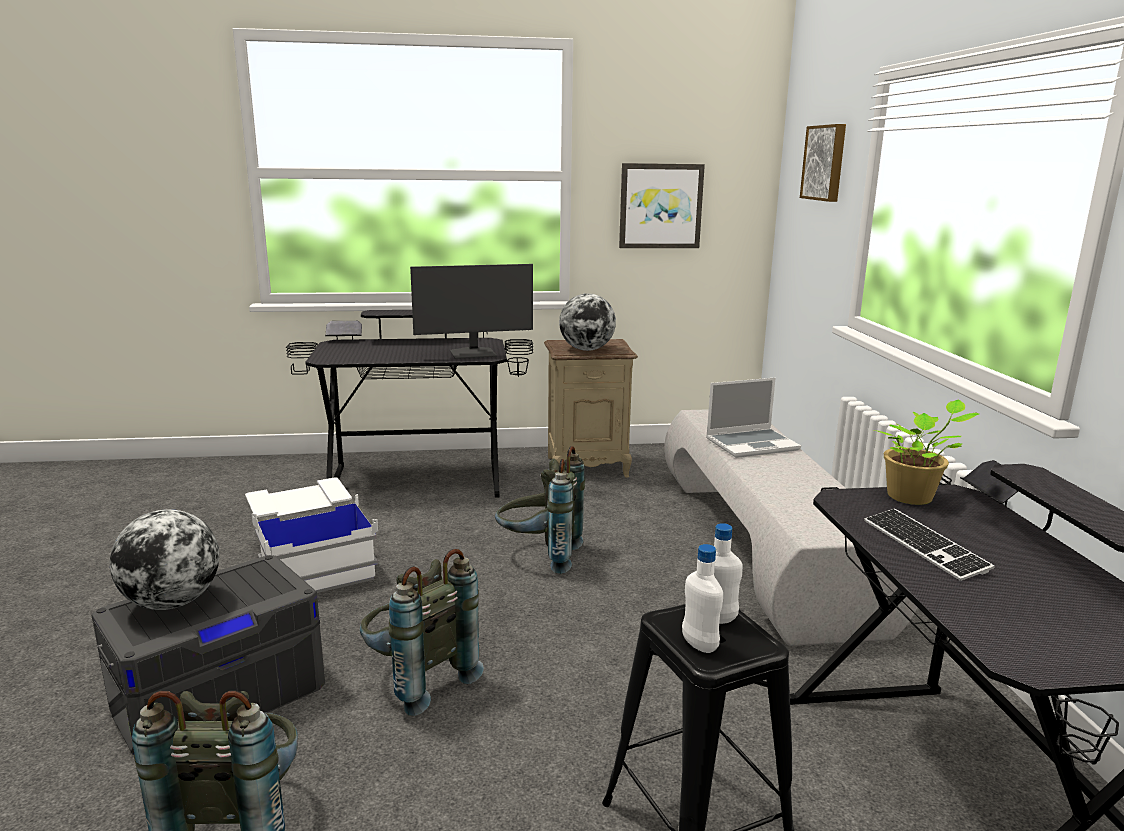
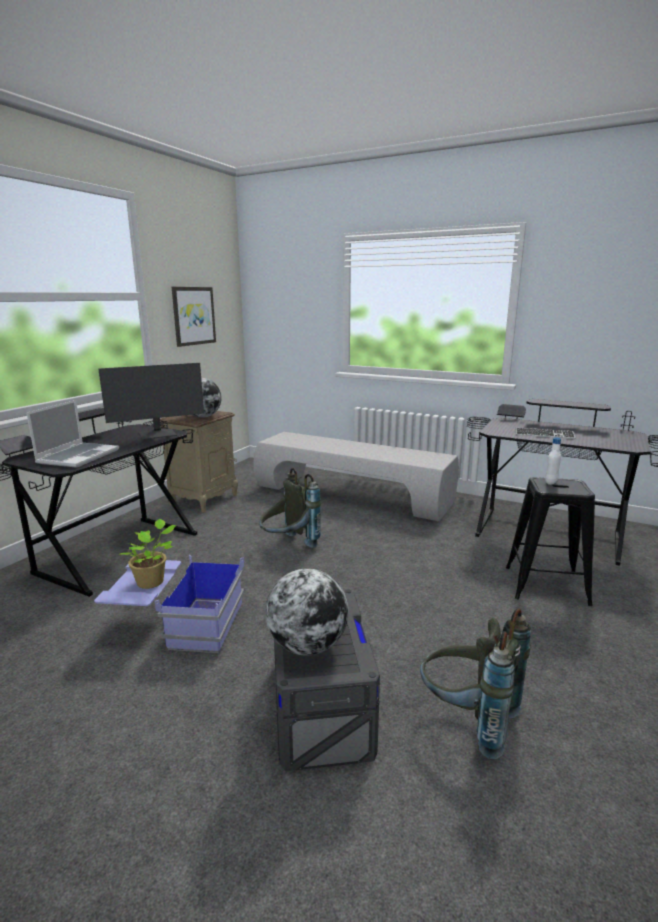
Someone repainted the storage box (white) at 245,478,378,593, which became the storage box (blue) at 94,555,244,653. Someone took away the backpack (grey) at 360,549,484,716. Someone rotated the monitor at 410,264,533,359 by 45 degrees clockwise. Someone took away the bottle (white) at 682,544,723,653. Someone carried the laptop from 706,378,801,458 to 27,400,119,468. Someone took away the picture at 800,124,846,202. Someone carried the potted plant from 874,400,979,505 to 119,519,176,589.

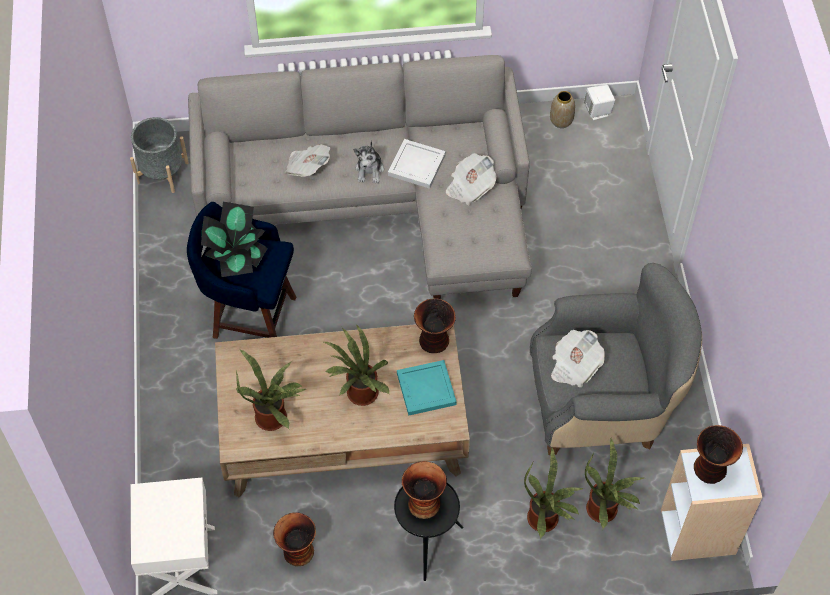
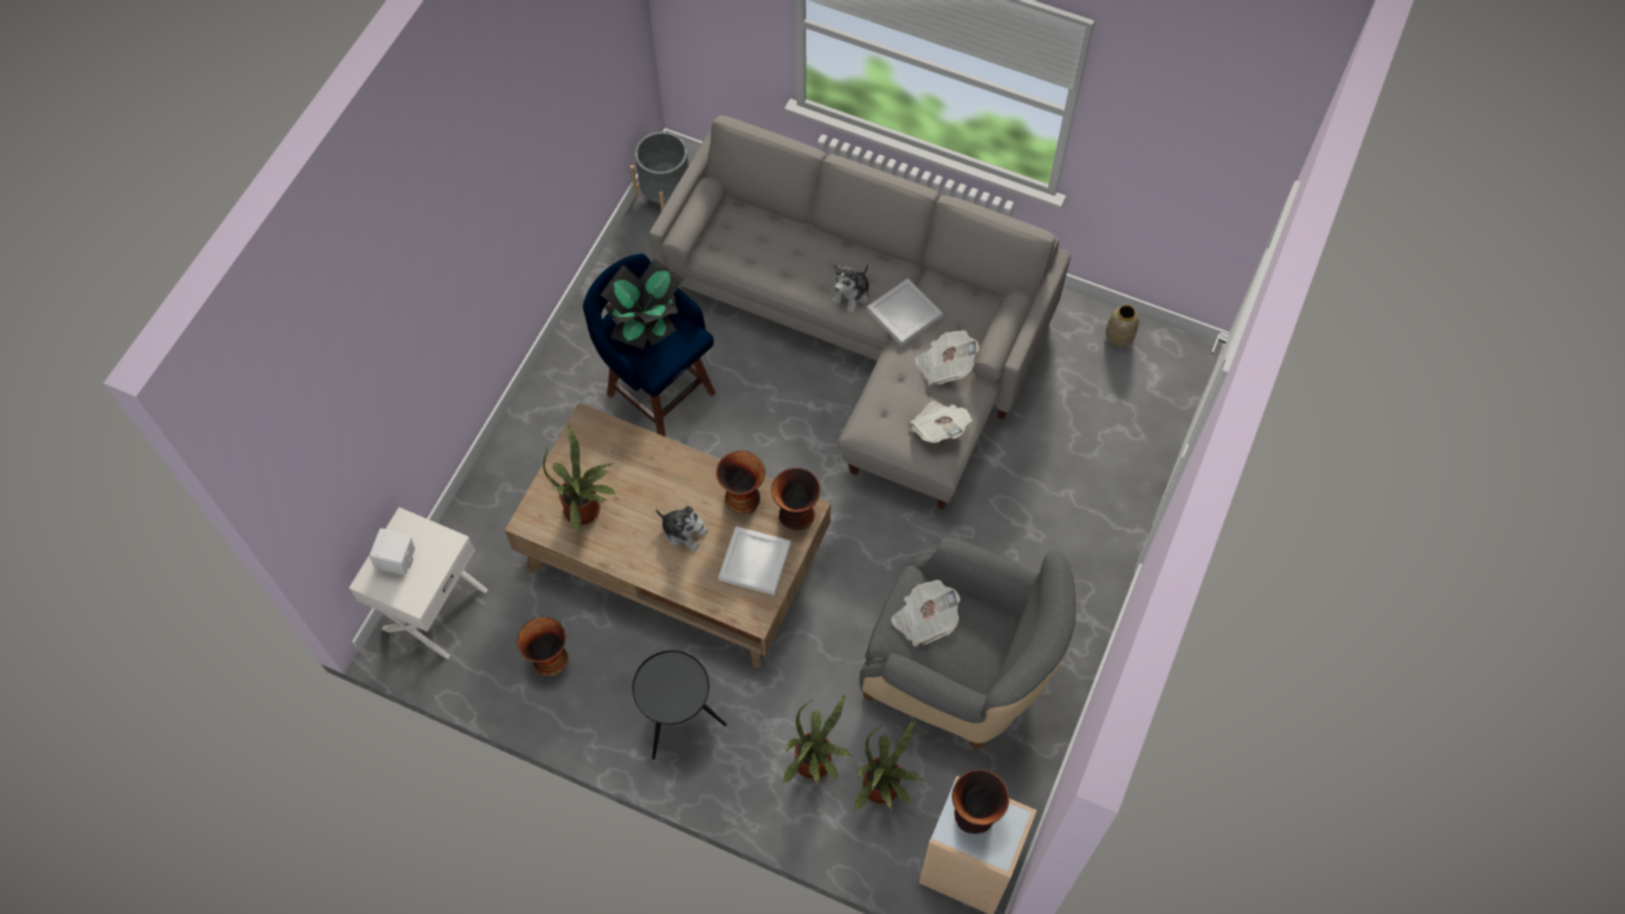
Someone carried the newspaper from 285,144,330,177 to 910,401,972,443. Someone swapped the potted plant at 322,324,390,406 for the plush toy at 656,506,708,551. Someone repainted the tray (turquoise) at 397,360,457,416, which became the tray (white) at 718,526,791,595. Someone carried the vase from 402,461,447,519 to 716,451,765,515. Someone carried the speaker (white) from 584,85,615,120 to 369,528,415,575.

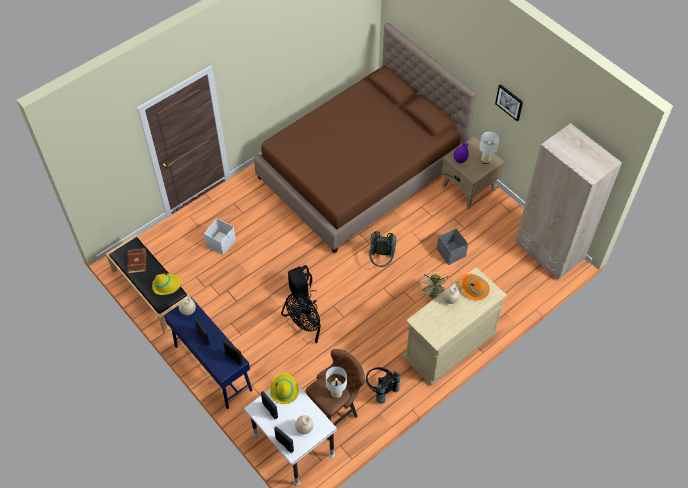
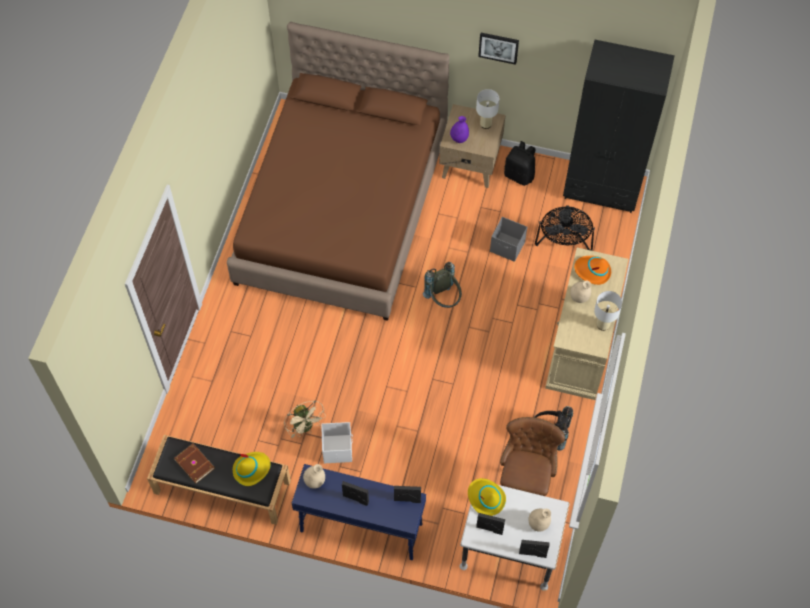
Someone carried the storage box (white) from 204,218,236,255 to 321,422,353,463. Someone carried the fan (black) from 281,293,321,343 to 535,205,595,251. Someone carried the backpack (black) from 288,265,317,300 to 504,141,536,186. Someone carried the table lamp (white) from 326,366,347,399 to 594,291,622,331. Someone carried the fan (beige) from 418,272,452,299 to 284,400,326,438. Someone repainted the wardrobe (beige) at 515,123,622,280, which became the wardrobe (black) at 563,40,675,213.

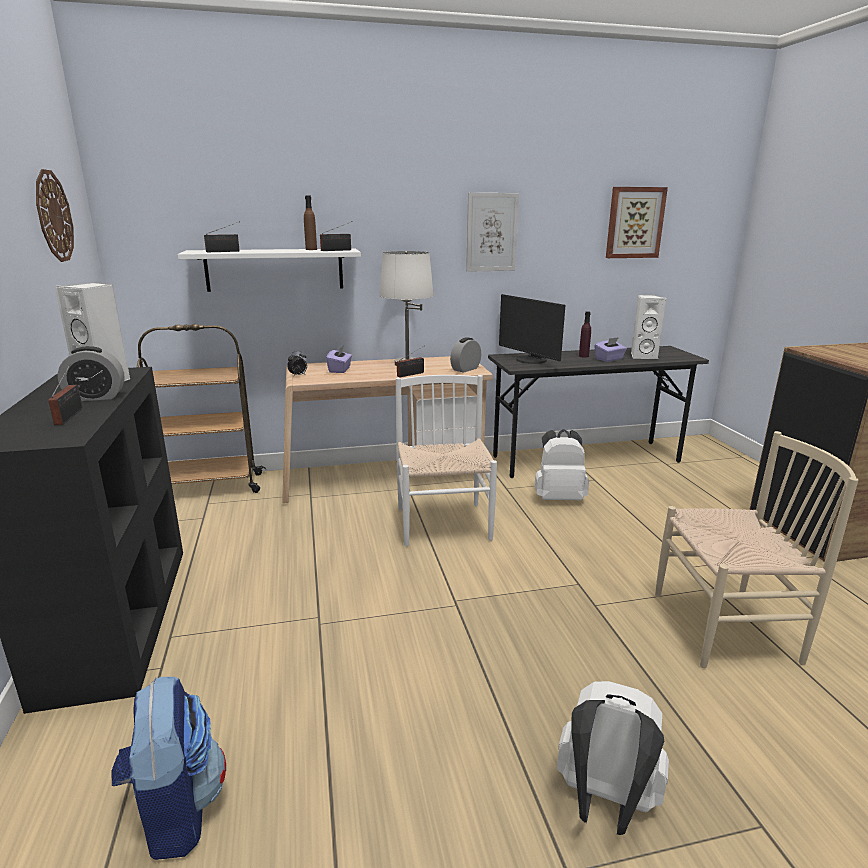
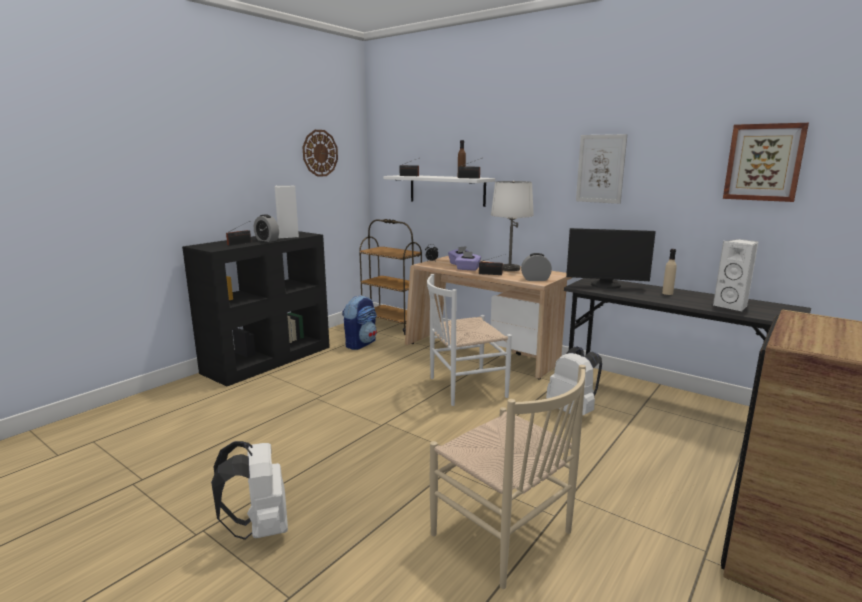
Someone carried the backpack from 111,677,226,860 to 342,295,377,350. Someone rotated the chair (white) at 396,375,497,546 by 150 degrees counterclockwise. Someone rotated the monitor at 499,294,565,364 by 90 degrees counterclockwise. Someone repainted the bottle (purple) at 579,311,591,358, which became the bottle (beige) at 662,249,676,295. Someone carried the tissue box (purple) from 594,337,627,362 to 455,251,481,271.

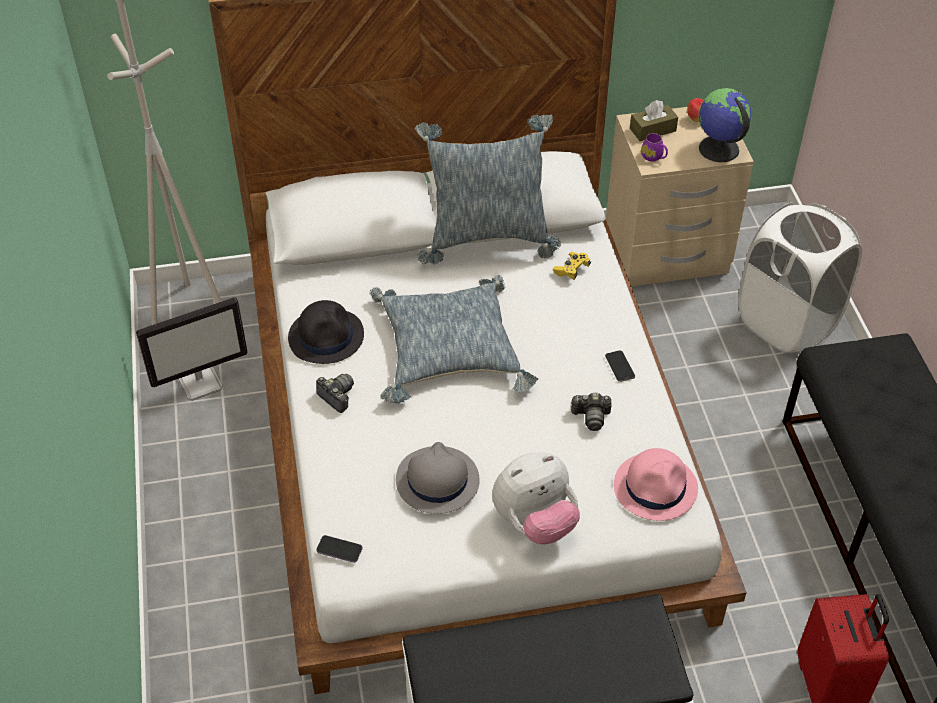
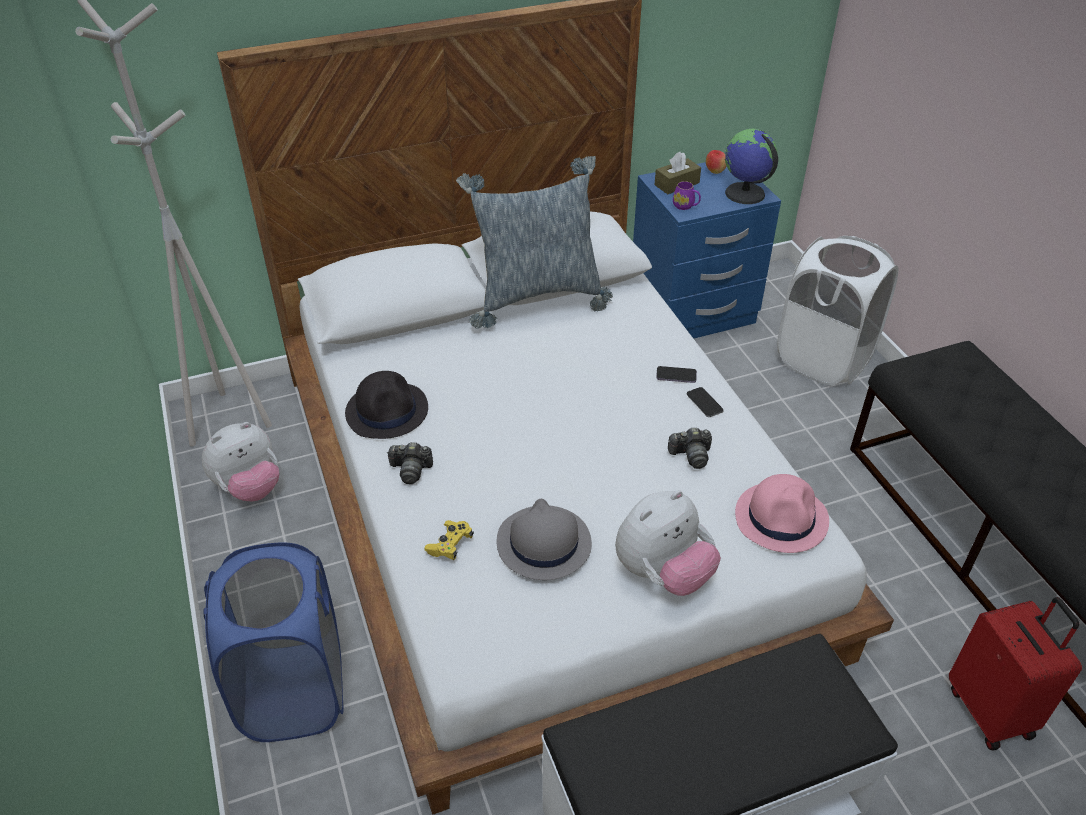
Someone swapped the monitor at 136,297,248,401 for the plush toy at 202,422,279,501. Someone rotated the photo camera at 316,374,354,413 by 150 degrees clockwise. Someone carried the phone from 316,535,362,563 to 656,366,697,383. Someone took away the pillow at 370,275,538,404. Someone carried the game controller (yellow) from 553,252,591,280 to 424,520,474,561. Someone repainted the nightstand (beige) at 606,107,754,287, which became the nightstand (blue) at 633,162,781,339. Someone put down the laundry basket (blue) at 204,543,344,742.

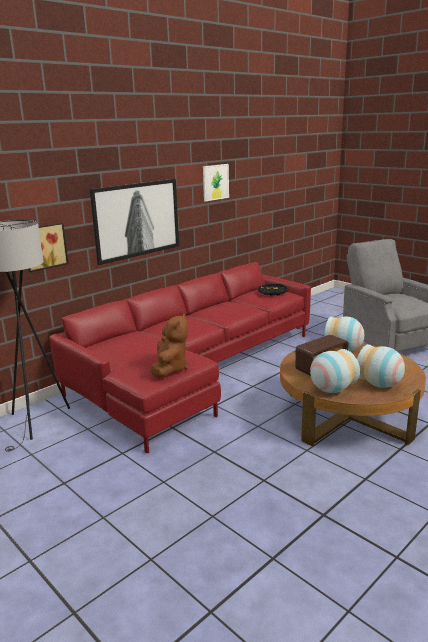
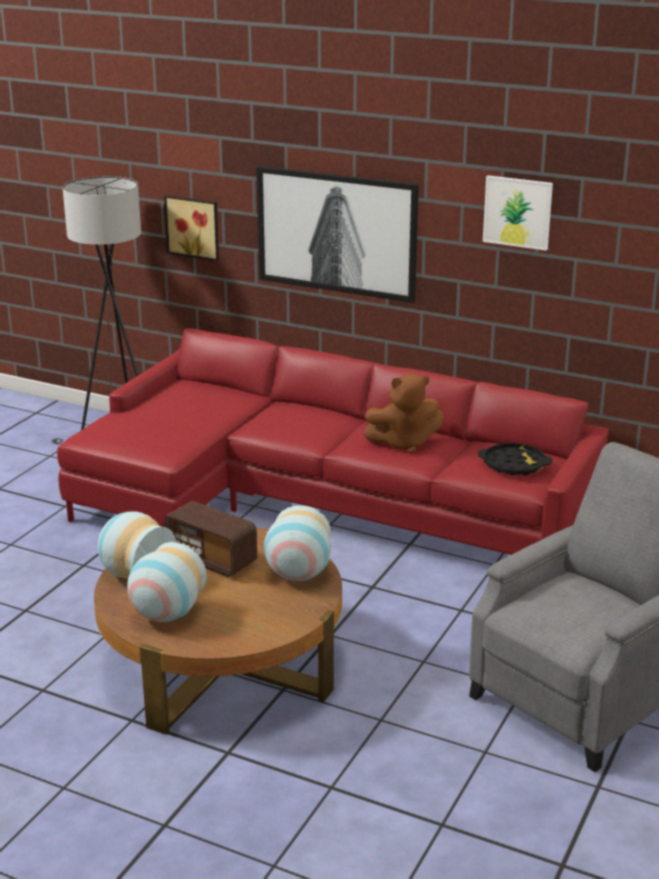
Someone carried the plush toy (brown) from 150,314,188,378 to 363,373,444,454.

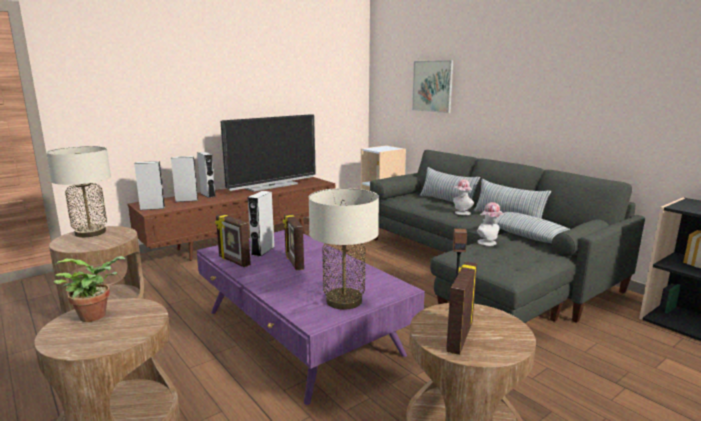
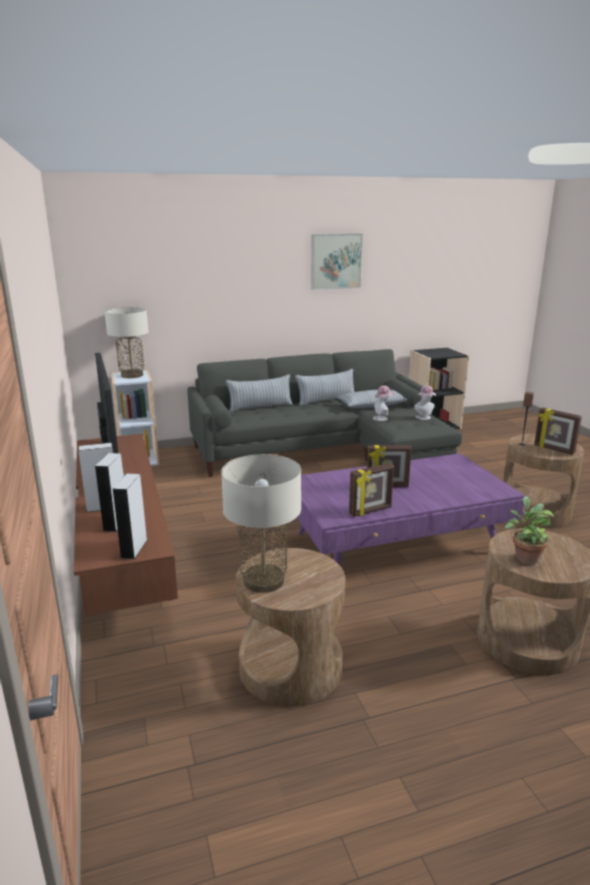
Someone took away the speaker (grey) at 248,191,274,257. Someone carried the table lamp from 309,188,379,310 to 104,307,149,378. Someone carried the picture from 412,60,453,113 to 311,234,363,290. Someone carried the hat from 453,179,474,215 to 414,385,436,420.

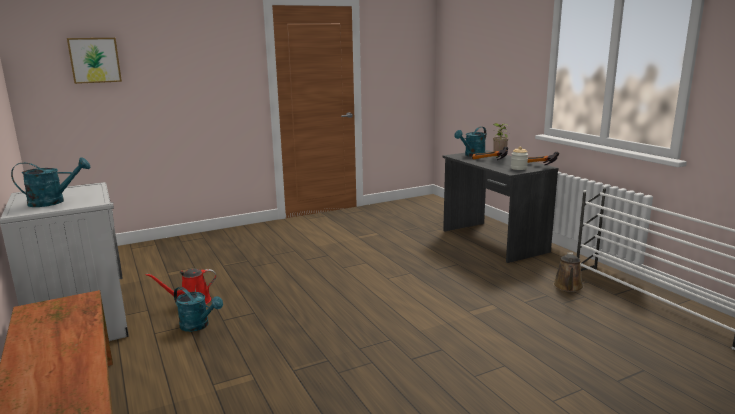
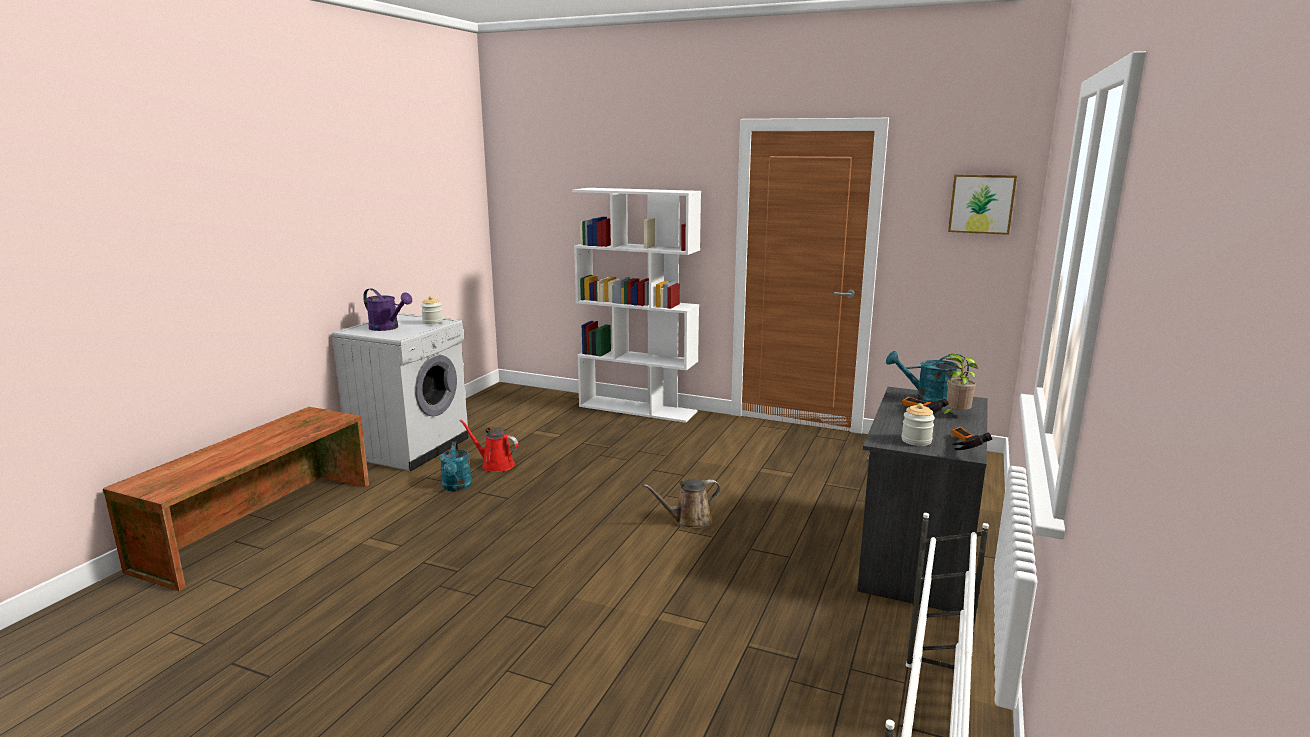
Someone repainted the watering can (turquoise) at 11,157,91,207, which became the watering can (purple) at 363,288,412,331. Someone carried the picture from 67,38,122,84 to 948,174,1017,235. Someone carried the watering can (brown) from 553,252,584,292 to 642,478,720,528. Someone put down the jar at 421,296,443,324. Someone put down the bookcase (white) at 572,188,701,423.

